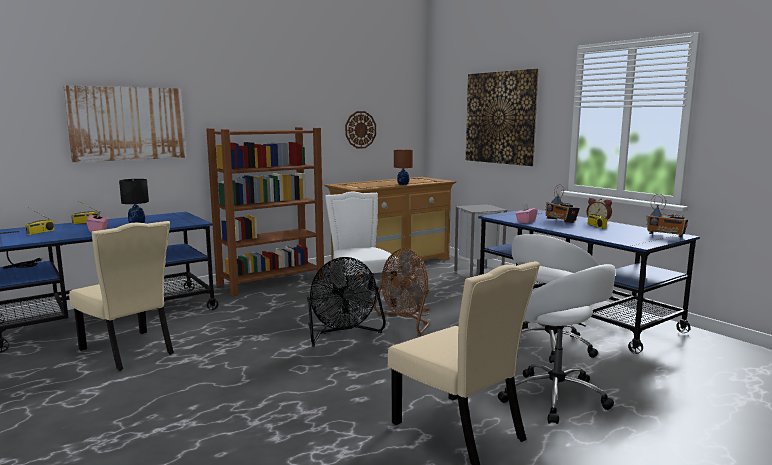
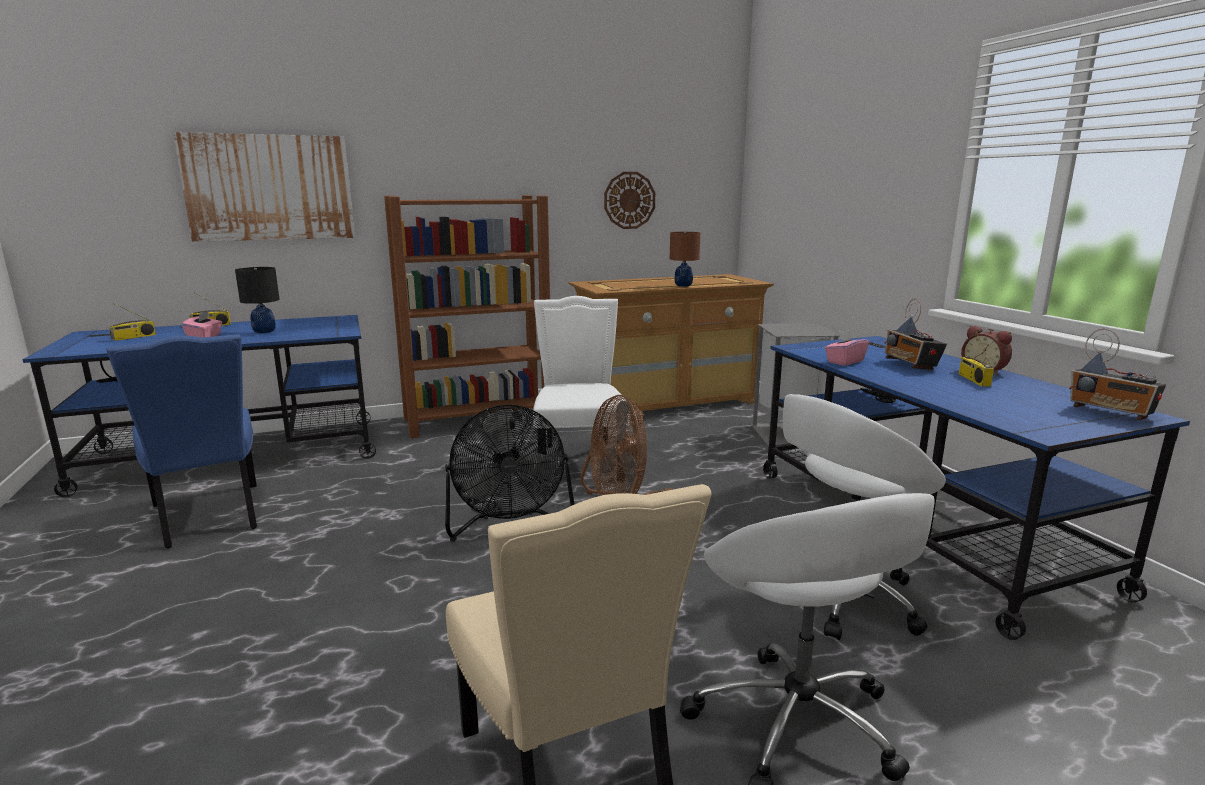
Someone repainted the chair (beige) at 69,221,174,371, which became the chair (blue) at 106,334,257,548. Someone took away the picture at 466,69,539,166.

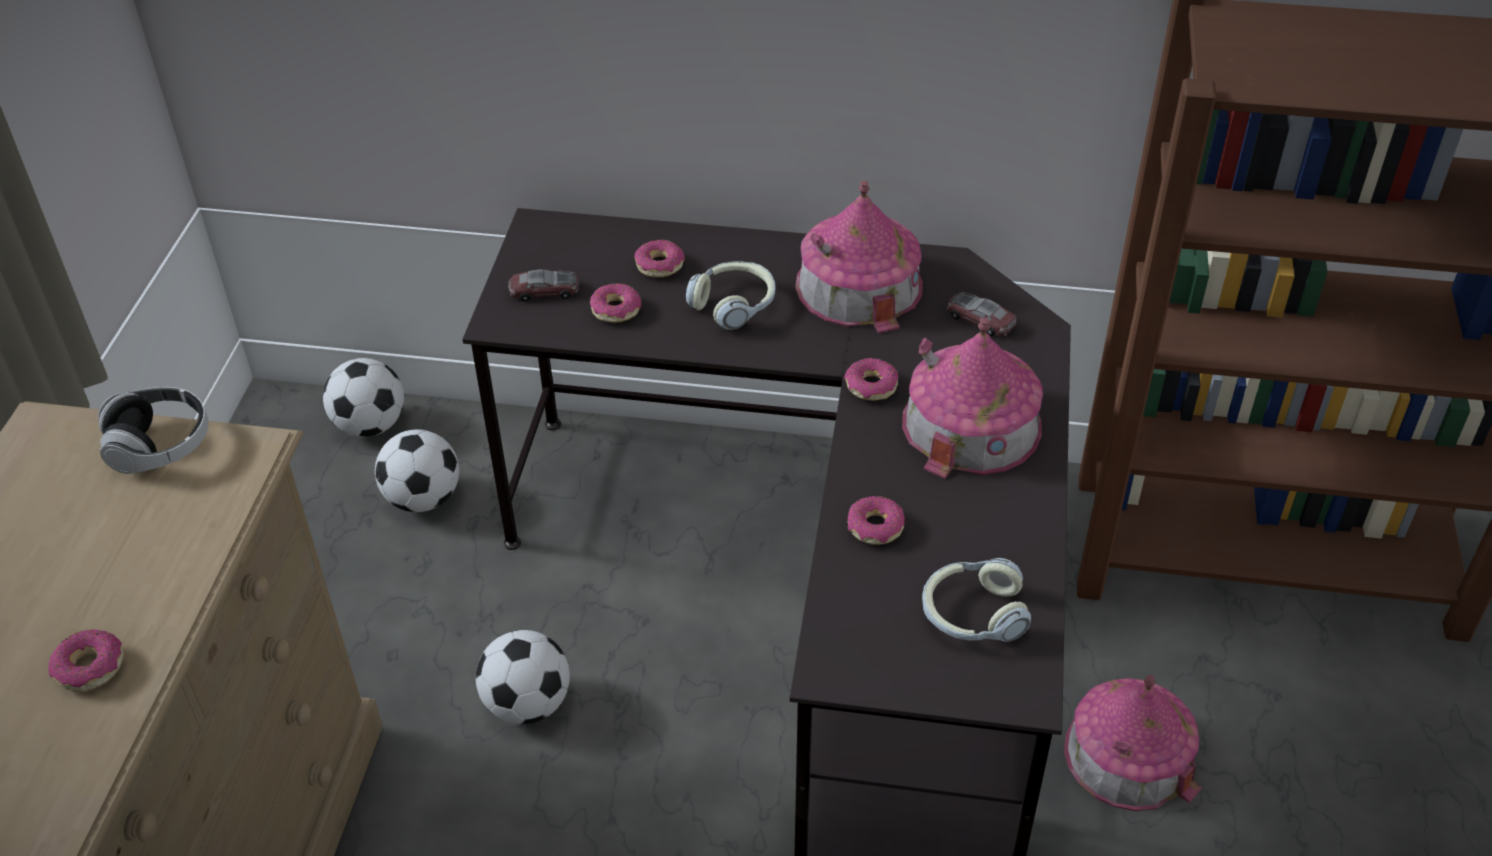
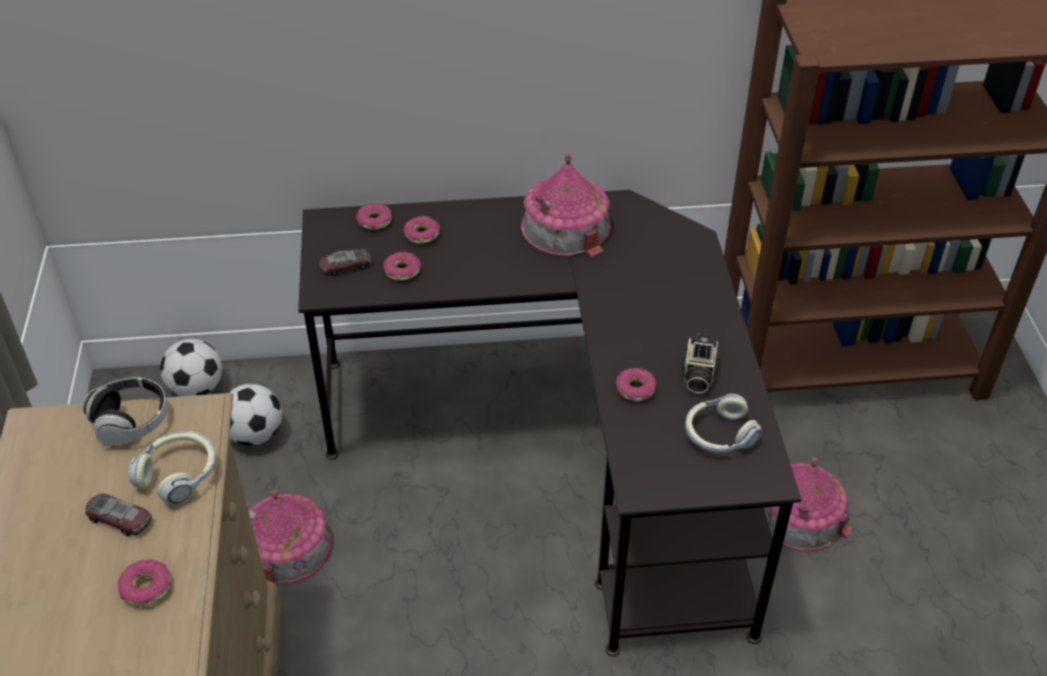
Someone took away the football at 476,630,570,724. Someone carried the headphones from 686,262,776,330 to 129,431,216,505. Someone carried the donut from 844,358,899,401 to 356,203,392,230. Someone carried the toy house from 902,318,1043,479 to 246,489,332,584. Someone carried the toy car from 947,292,1017,336 to 85,493,152,536. Someone put down the photo camera at 681,333,718,394.

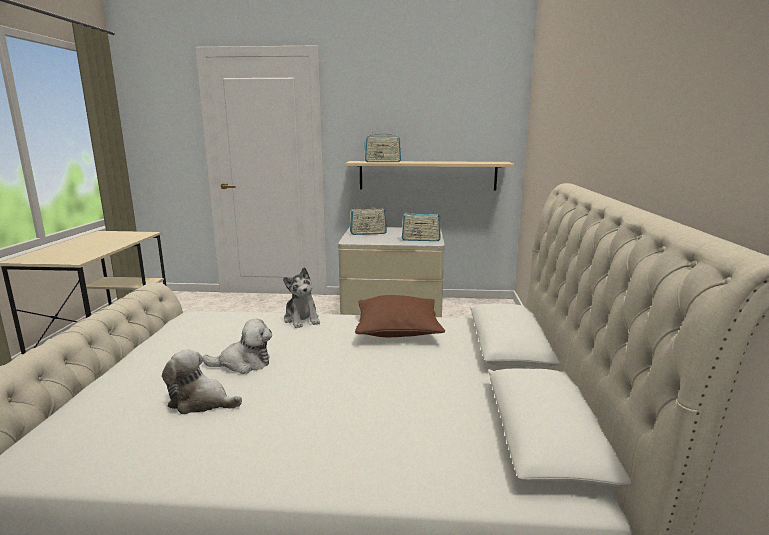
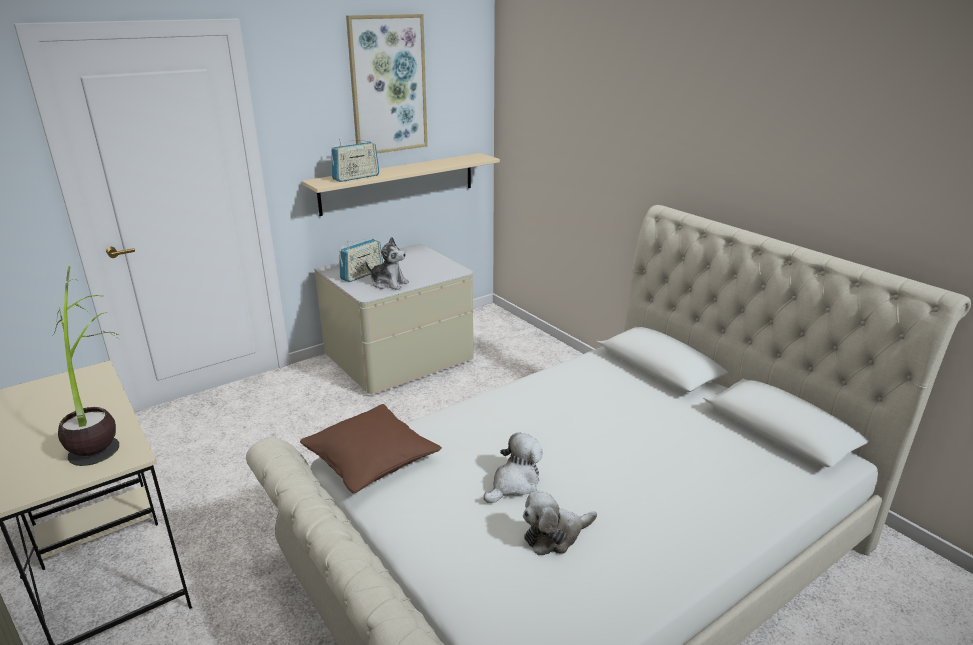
Someone carried the plush toy from 283,267,320,328 to 366,237,409,290. Someone carried the pillow (brown) from 355,295,445,337 to 300,404,442,493. Someone took away the radio at 402,208,441,241. Someone put down the potted plant at 53,266,122,466. Someone put up the picture at 346,14,428,154.

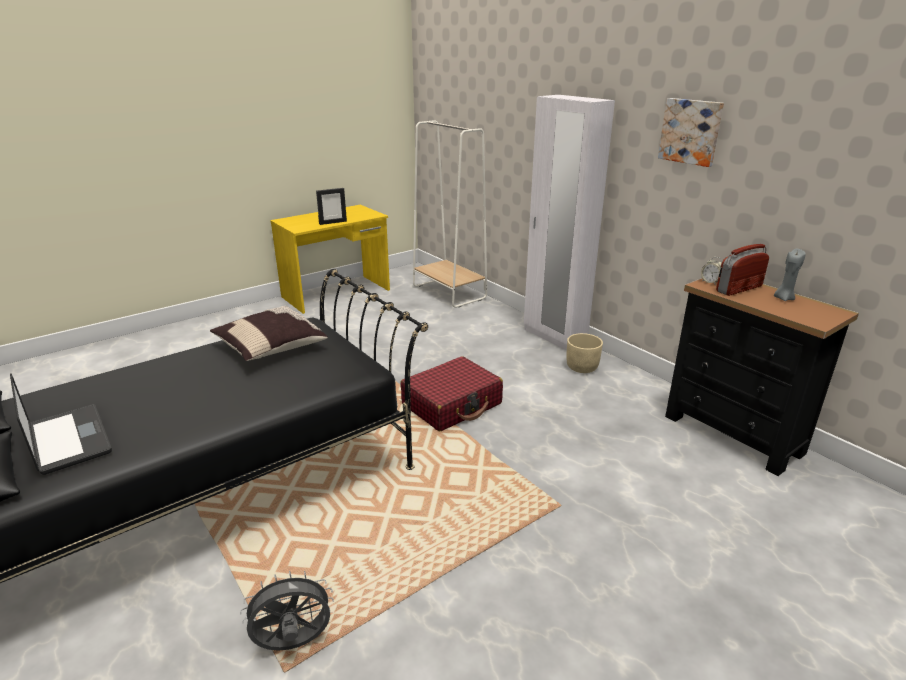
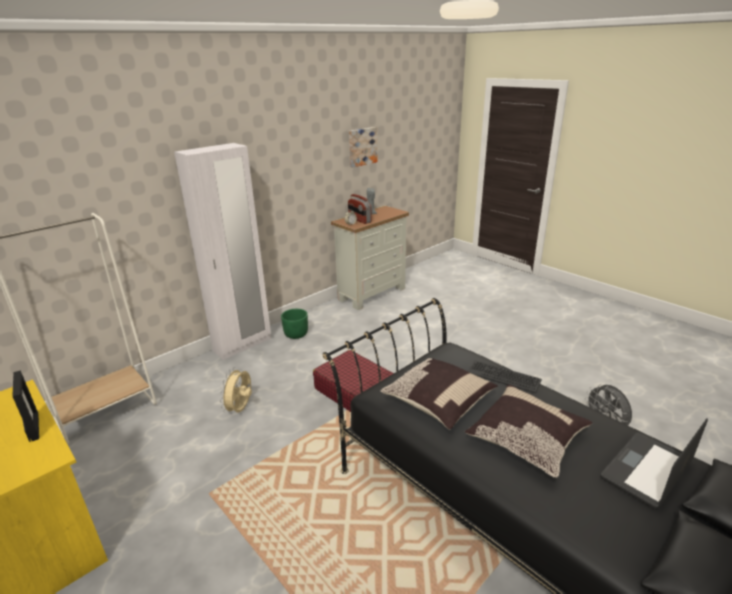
Someone repainted the planter (beige) at 566,333,603,373, which became the planter (green) at 281,309,308,339. Someone carried the picture from 658,98,724,167 to 349,127,378,167. Someone repainted the dresser (black) at 665,278,859,476, which became the dresser (white) at 331,206,409,310. Someone put down the fan (beige) at 220,367,252,414. Someone put down the pillow at 465,385,592,478. Someone put down the keyboard at 467,360,542,393.

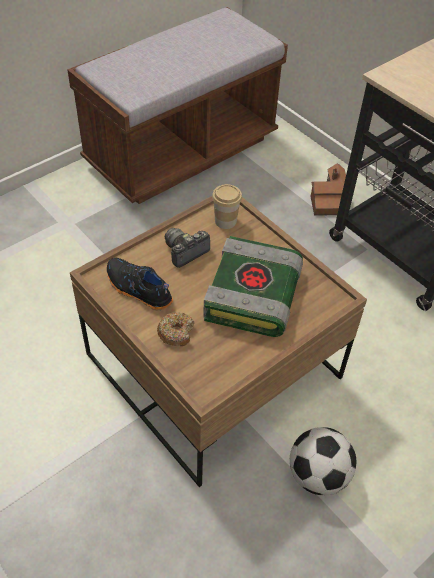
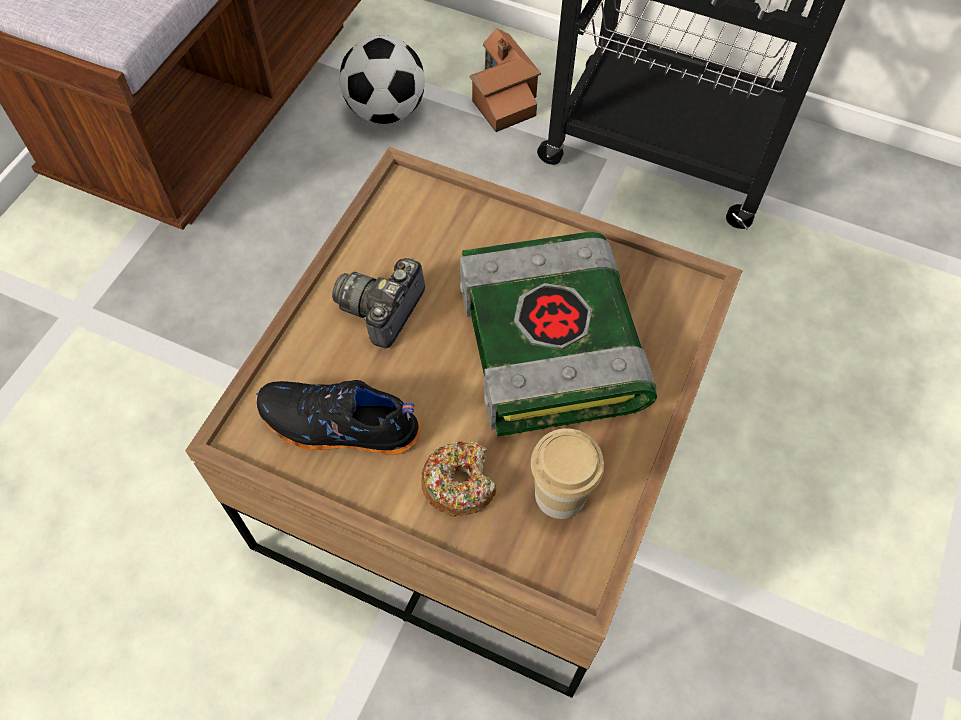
Someone carried the cup from 212,184,242,229 to 531,428,604,519. Someone carried the football from 290,427,356,495 to 339,35,425,124.

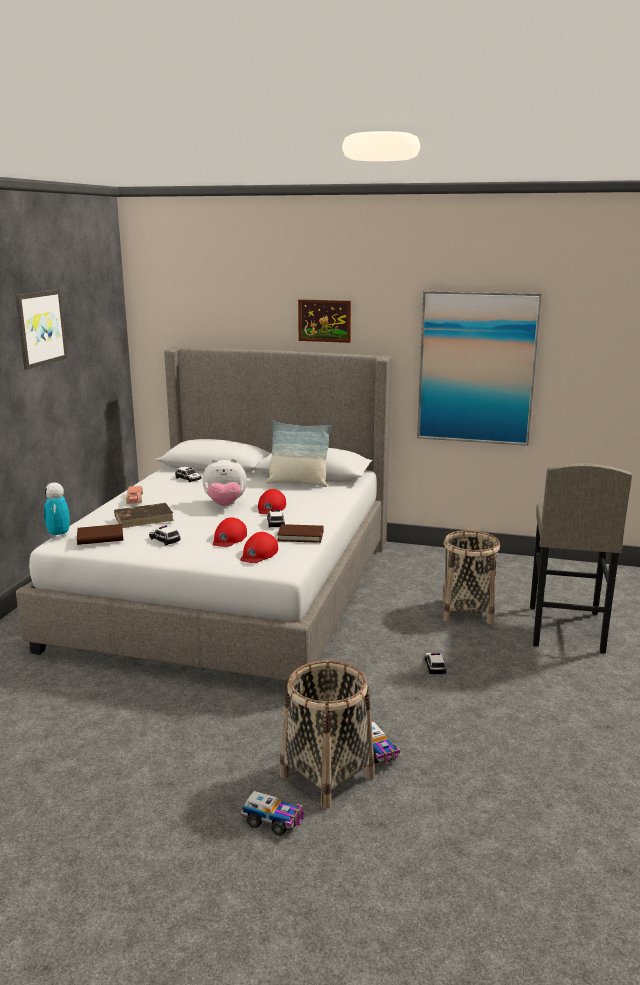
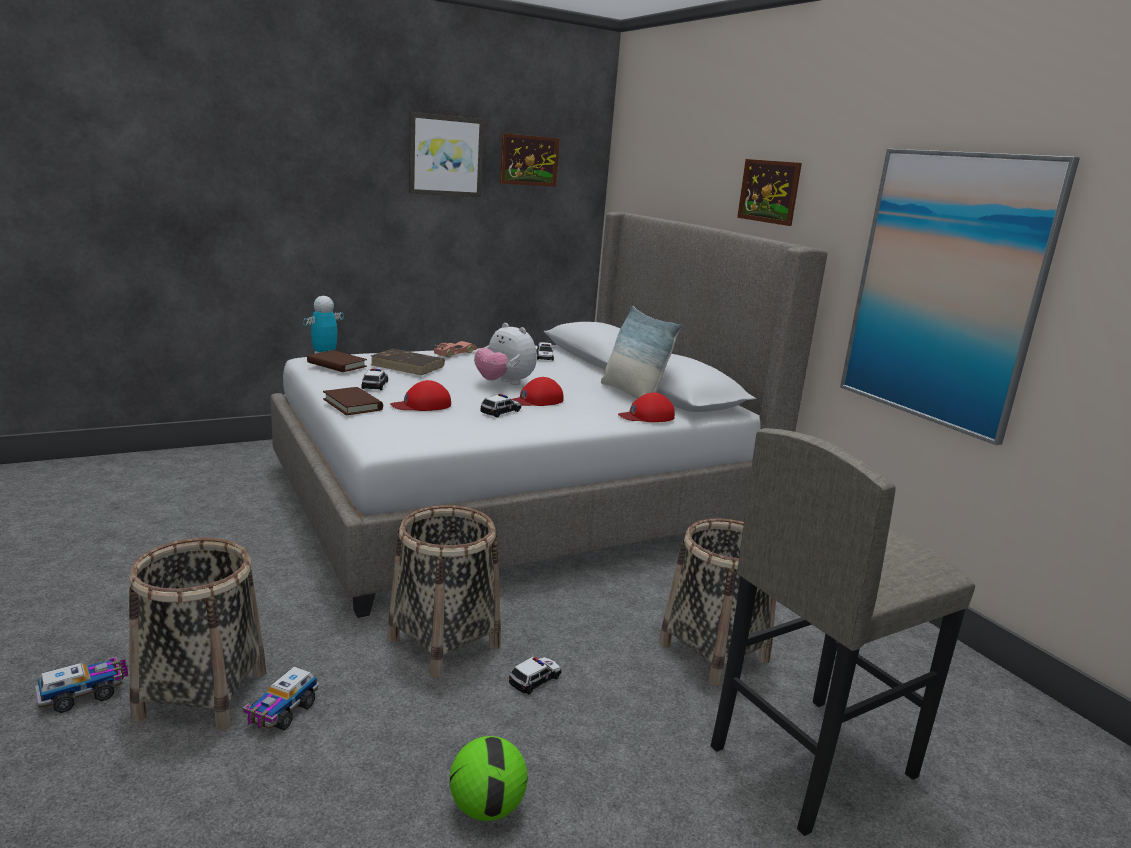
Someone carried the cap (red) from 240,532,278,563 to 618,393,675,422. Someone rotated the toy truck at 241,791,303,836 by 105 degrees counterclockwise. Someone carried the book (brown) from 277,524,324,543 to 323,387,383,415. Someone put down the basket at 387,505,501,677. Someone put down the football at 450,736,528,821. Someone put up the picture at 500,133,560,187.

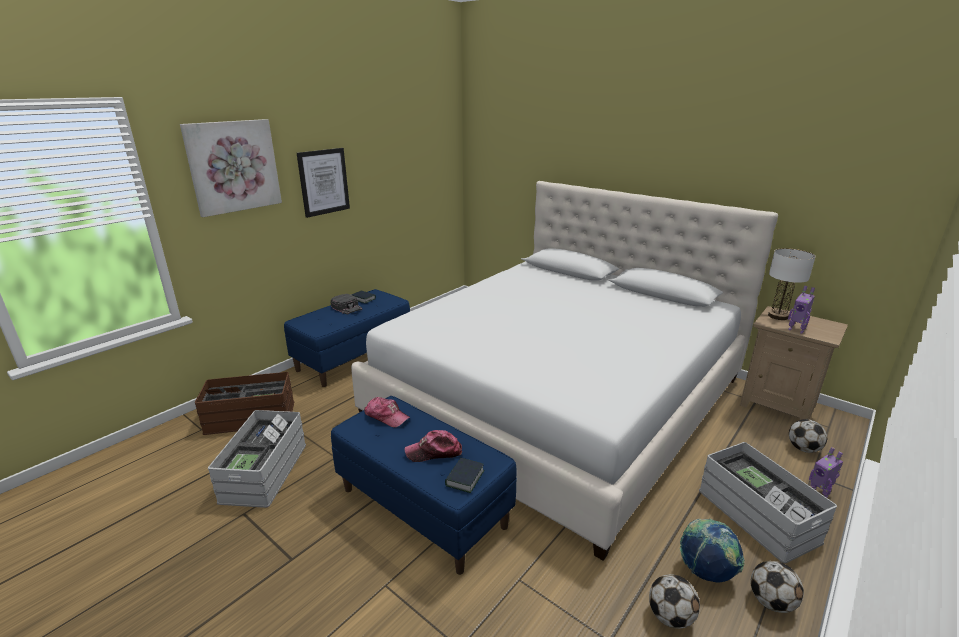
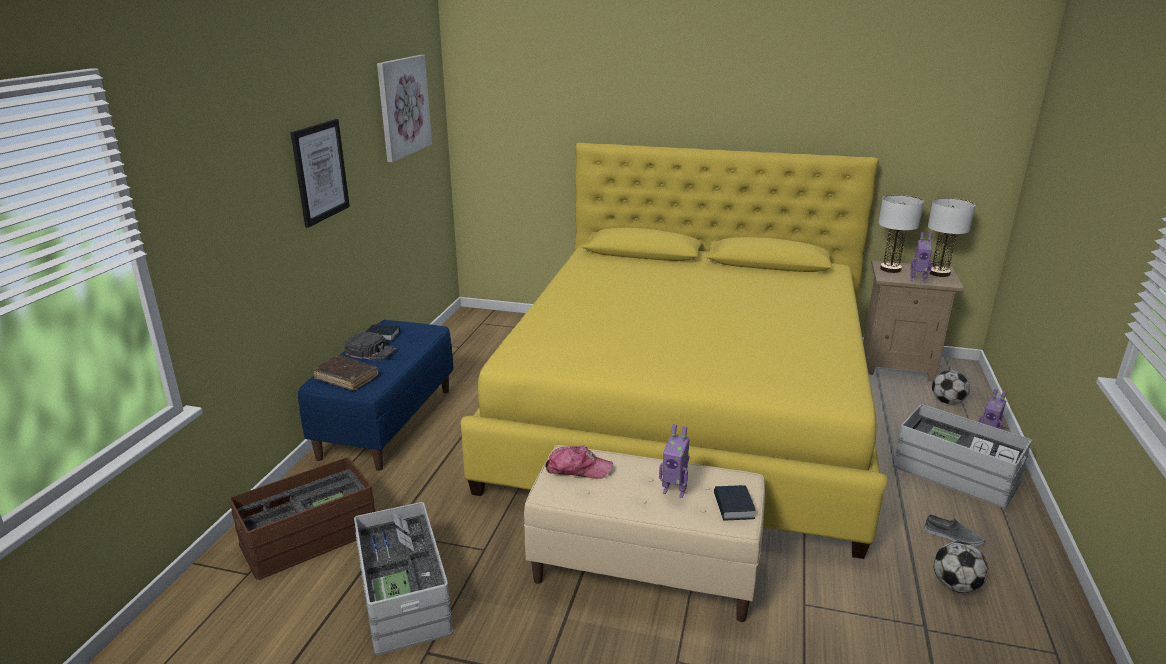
Someone carried the picture from 180,119,282,217 to 377,55,432,162. Someone repainted the bench (blue) at 331,396,517,575, which became the bench (beige) at 524,445,765,622. Someone repainted the bed (white) at 351,181,778,561, which became the bed (yellow) at 461,143,888,559. Someone swapped the cap at 405,430,462,462 for the toy robot at 659,424,690,498. Someone swapped the globe at 680,519,745,582 for the shoe (grey) at 924,514,985,547. Someone took away the football at 750,561,804,613. Someone put down the book (brown) at 313,355,378,391. Someone put down the table lamp at 928,198,975,277.

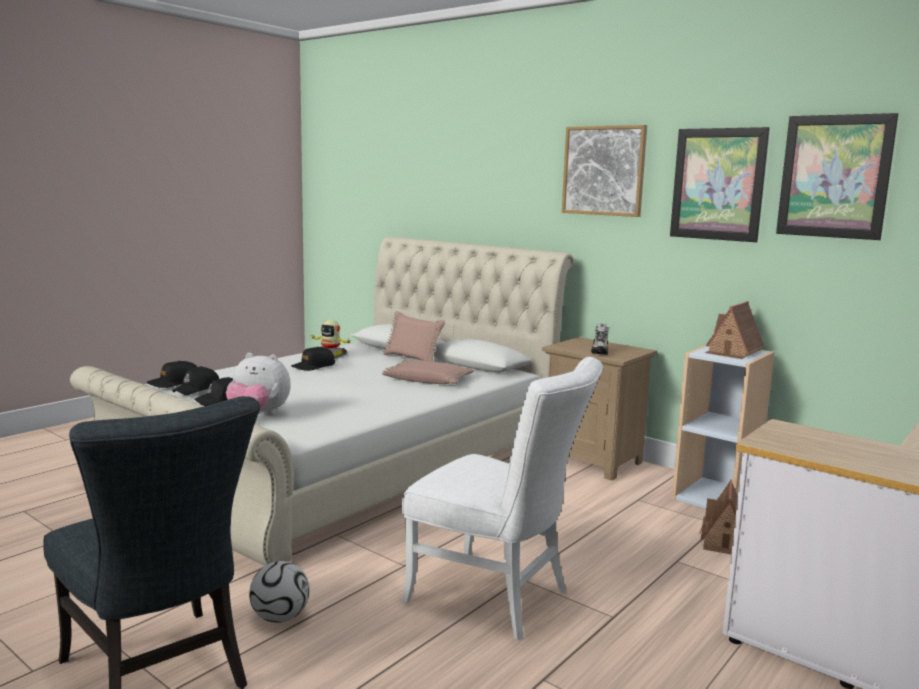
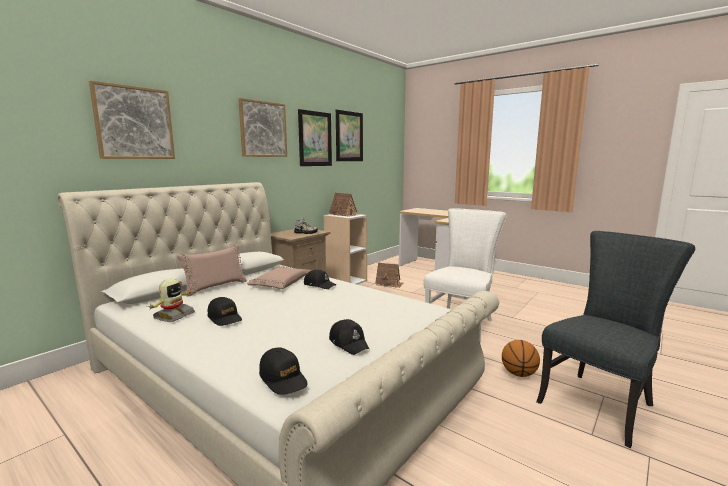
Someone carried the cap (black) from 173,366,219,395 to 304,269,336,289. Someone took away the plush toy at 226,353,291,415. Someone swapped the football at 249,561,310,623 for the basketball at 502,340,540,377. Someone put up the picture at 89,81,175,159.

